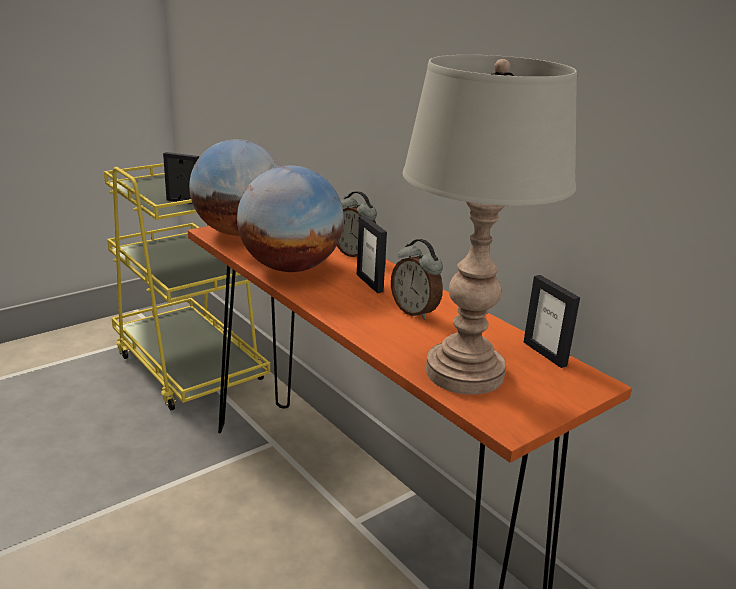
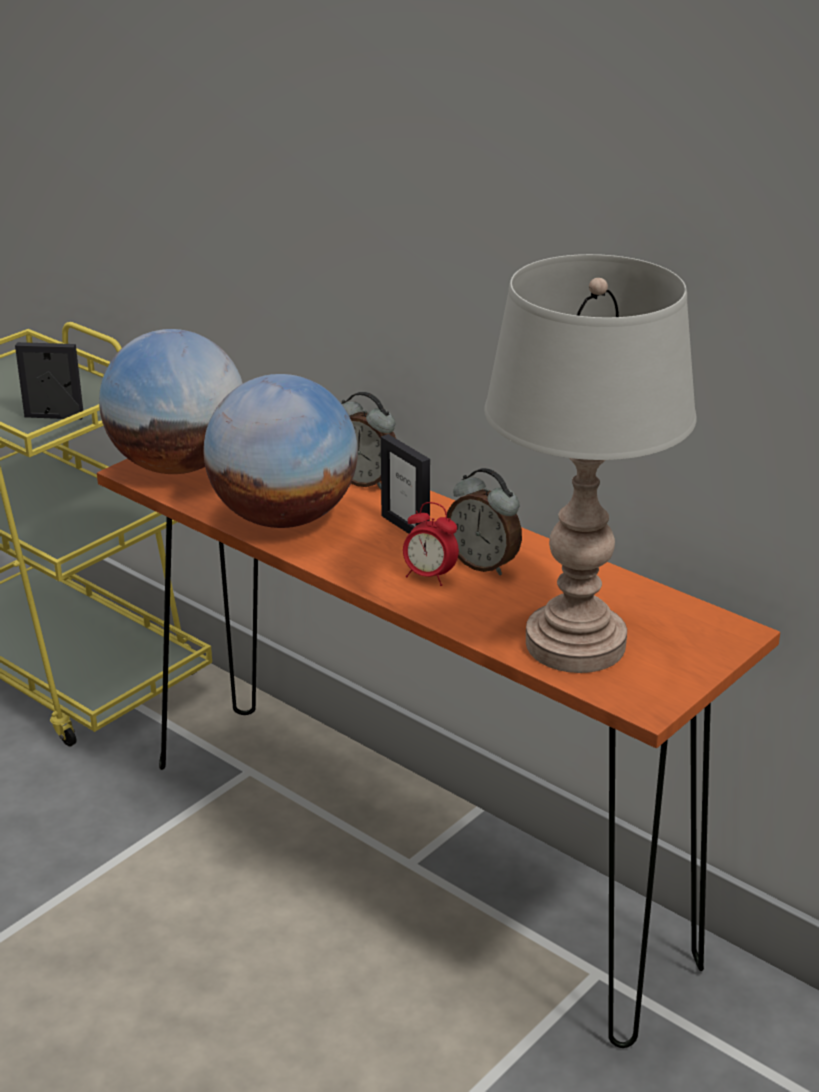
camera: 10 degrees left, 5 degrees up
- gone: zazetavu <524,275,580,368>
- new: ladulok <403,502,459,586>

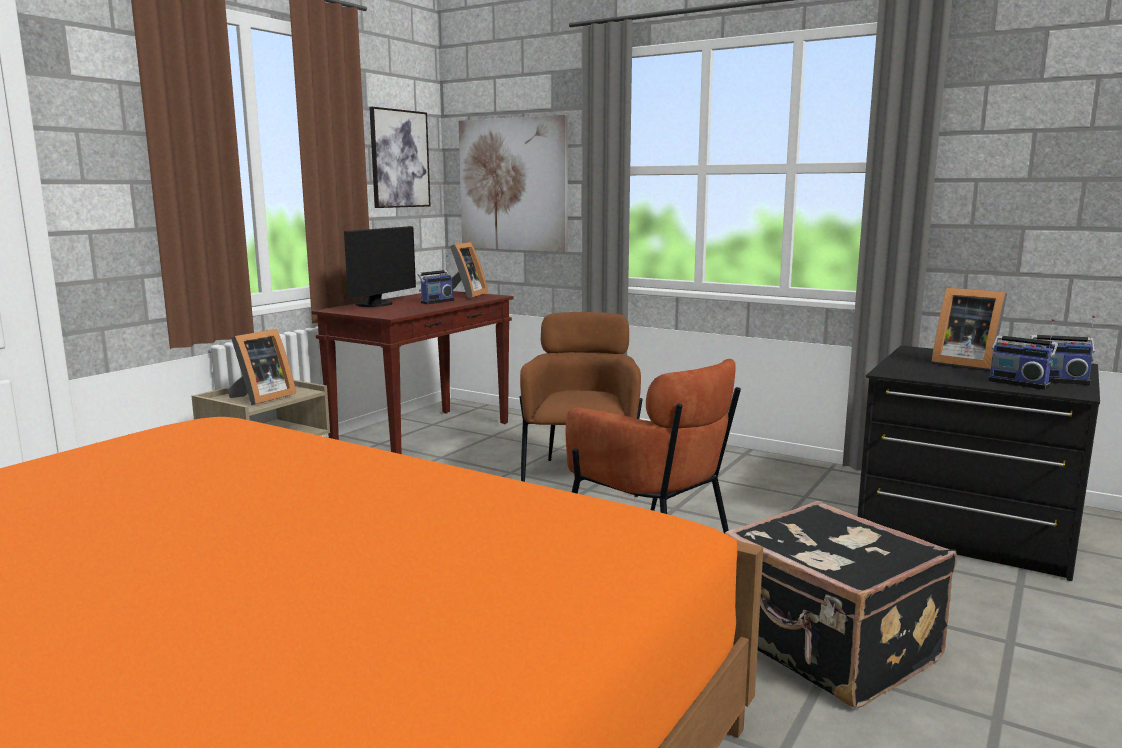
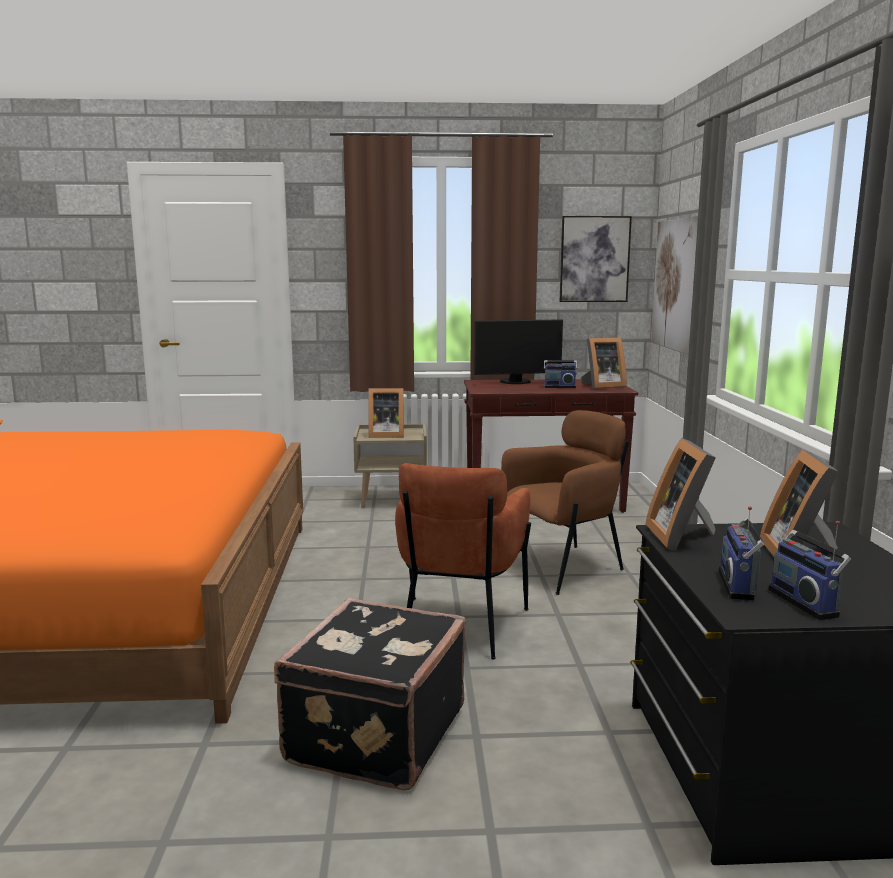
camera: 55 degrees right, 0 degrees up
- new: zazetavu <646,438,716,551>

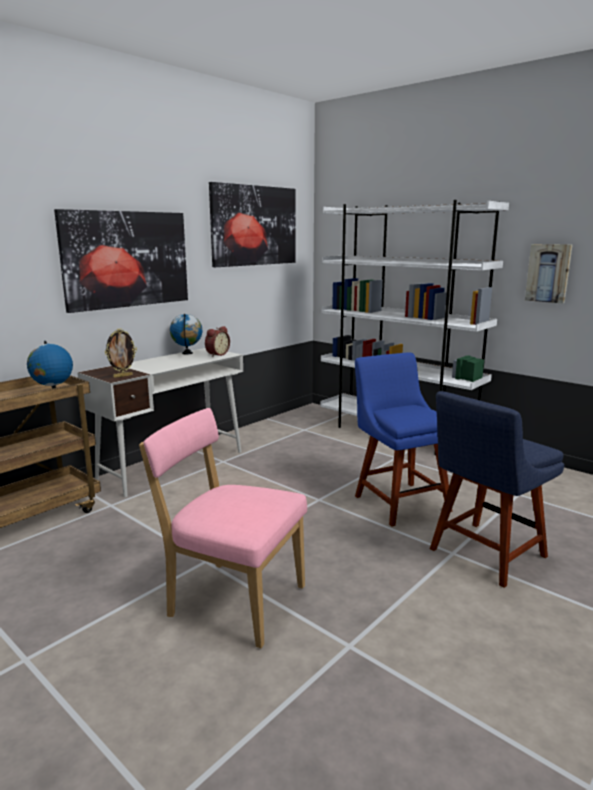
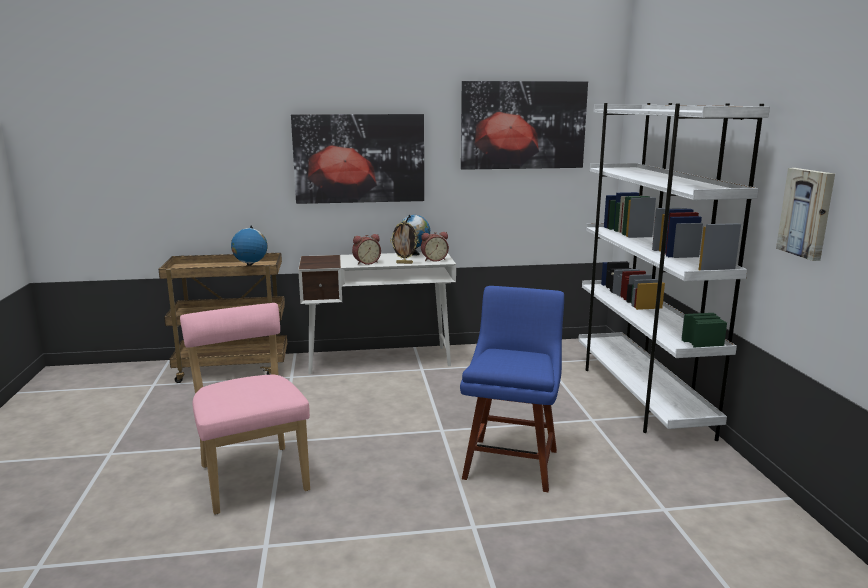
camera: 40 degrees right, 0 degrees up
- shifted: zazetavu <105,329,137,378> to <390,221,419,264>
- gone: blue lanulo <430,391,564,588>
- new: ladulok <352,234,381,265>

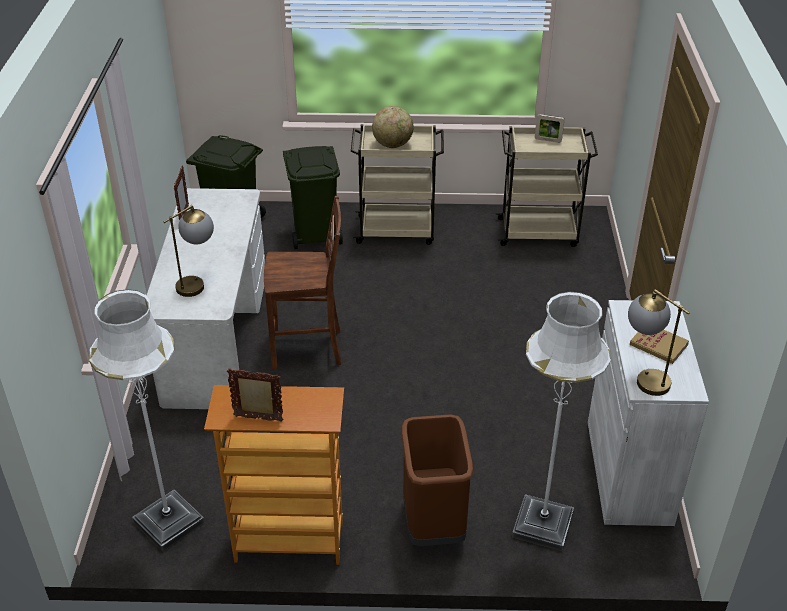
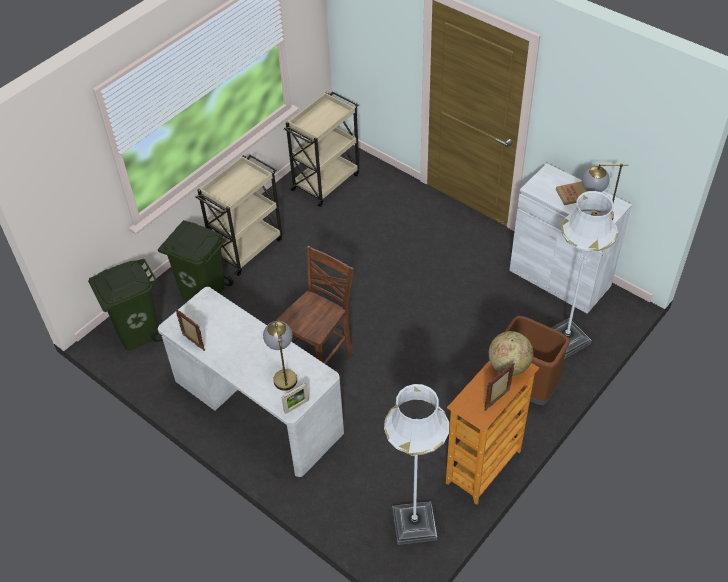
camera: 50 degrees left, 10 degrees up
- shifted: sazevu <372,106,414,148> to <489,331,533,376>
- shifted: zazetavu <535,114,564,143> to <282,383,309,414>

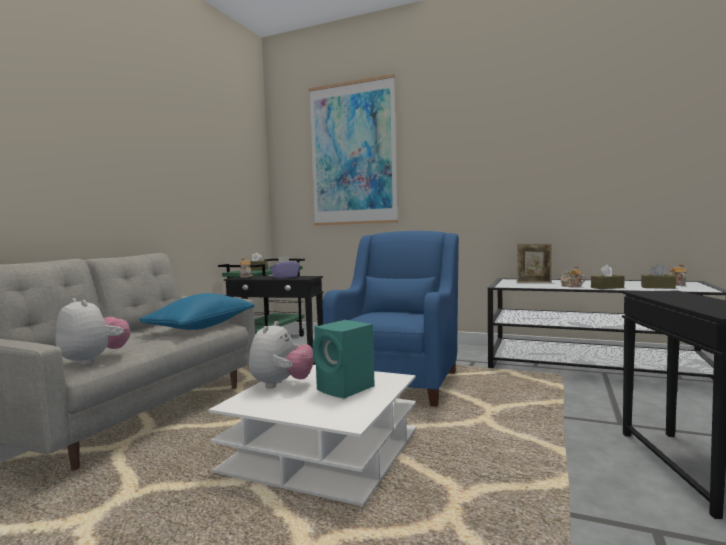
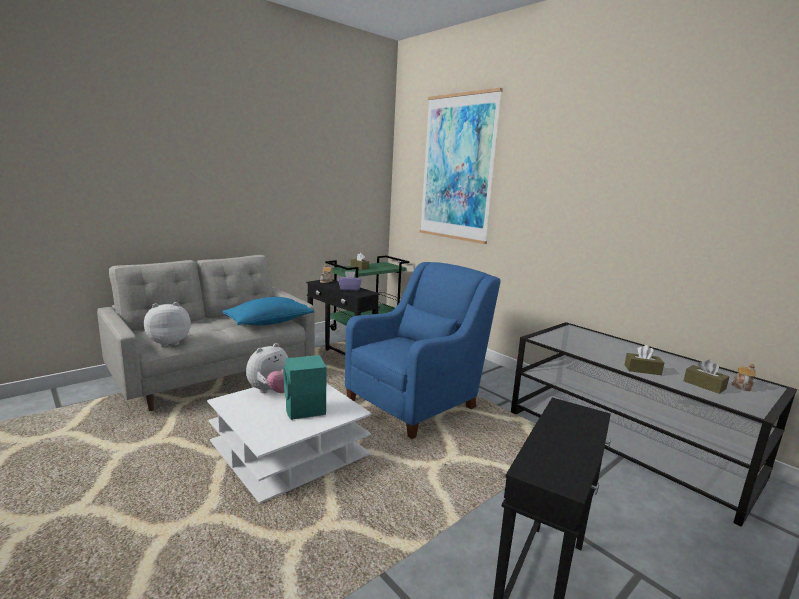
camera: 25 degrees right, 10 degrees up
- rotated: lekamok <56,298,131,365> = <144,302,191,347> 90 degrees counterclockwise
- gone: zazetavu <517,244,552,283>
- gone: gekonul <560,265,586,287>

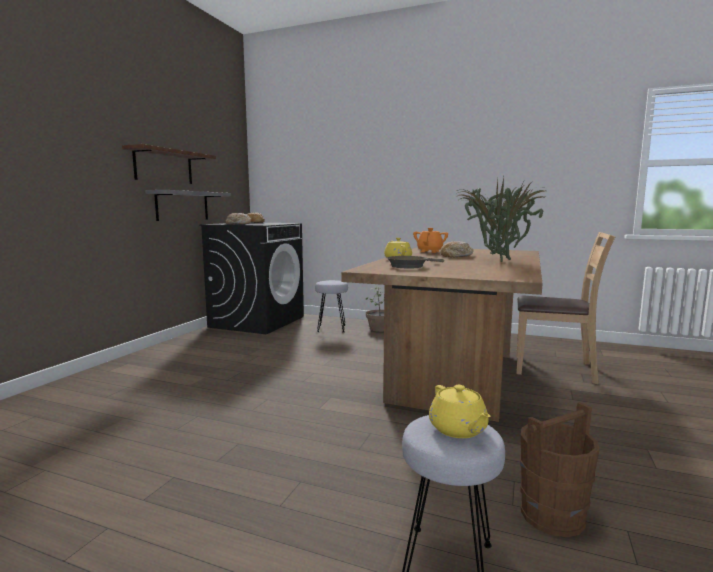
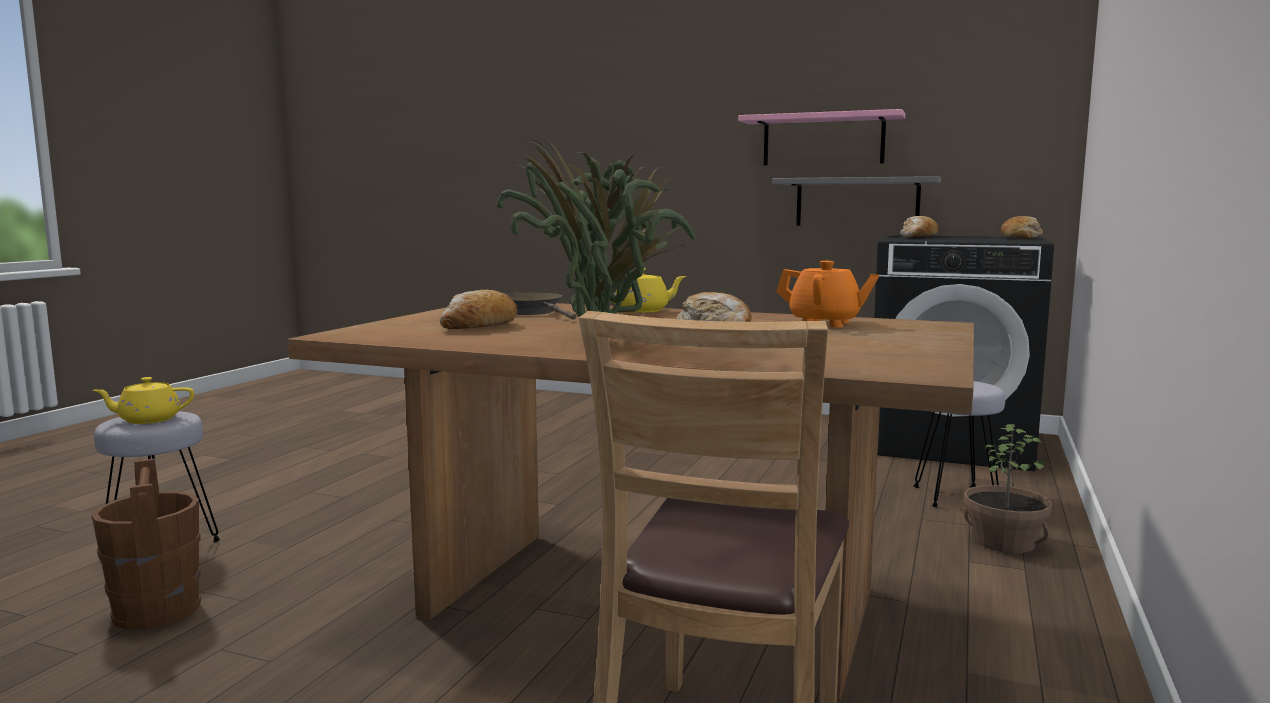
camera: 90 degrees right, 0 degrees up
- repainted: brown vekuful <122,144,216,184> to pink vekuful <738,109,905,165>
- new: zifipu <439,290,517,329>

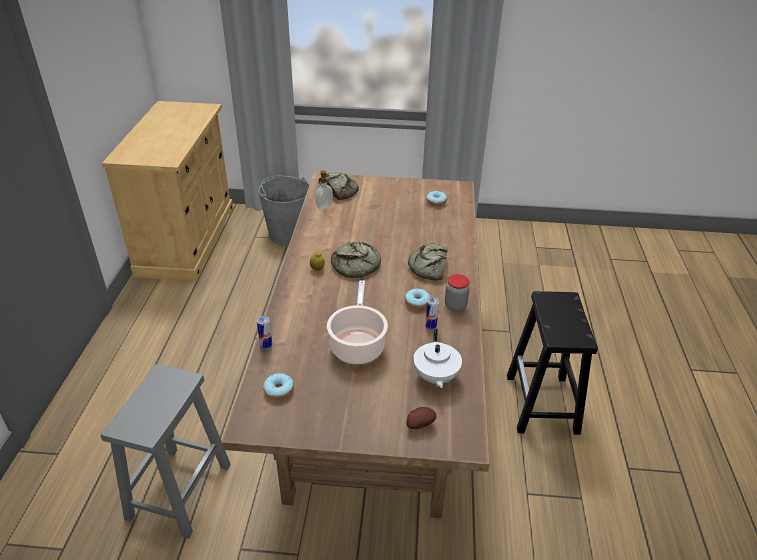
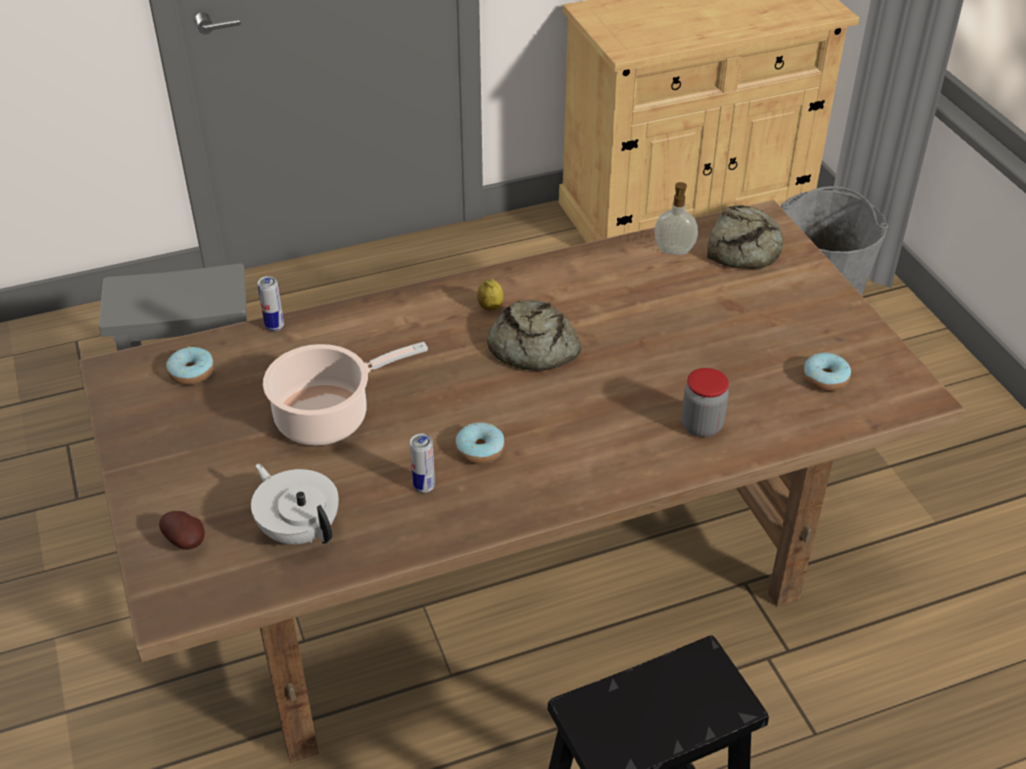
camera: 65 degrees right, 5 degrees up
- gone: zifipu <408,243,447,281>
- rotated: white gekonul <413,329,462,388> = <251,464,339,545> 75 degrees clockwise
- shifted: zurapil <445,274,470,312> to <682,368,729,437>

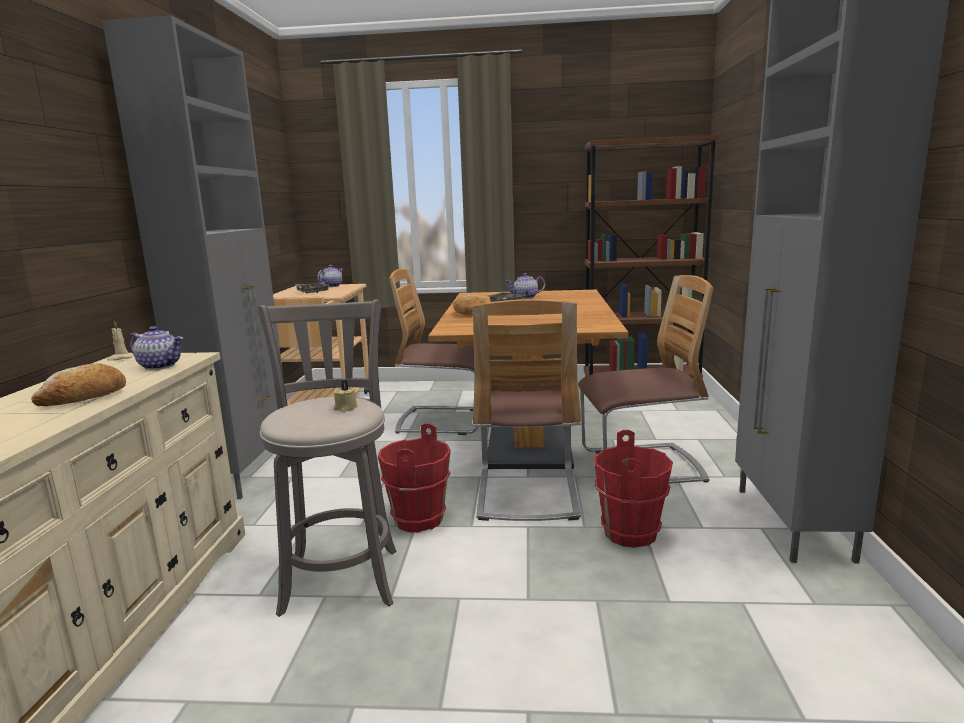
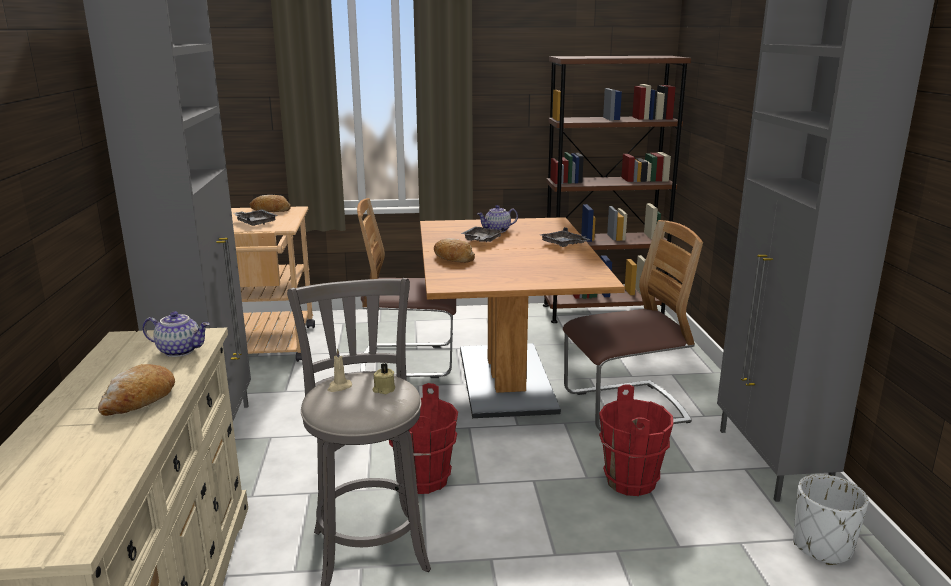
camera: 10 degrees left, 5 degrees up
- shifted: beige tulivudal <107,321,134,361> to <327,349,352,392>
- swapped: gekonul <317,265,343,287> to zifipu <250,195,291,212>
- gone: lanulo <473,299,581,521>
- new: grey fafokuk <540,227,591,247>
- new: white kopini <793,474,869,565>

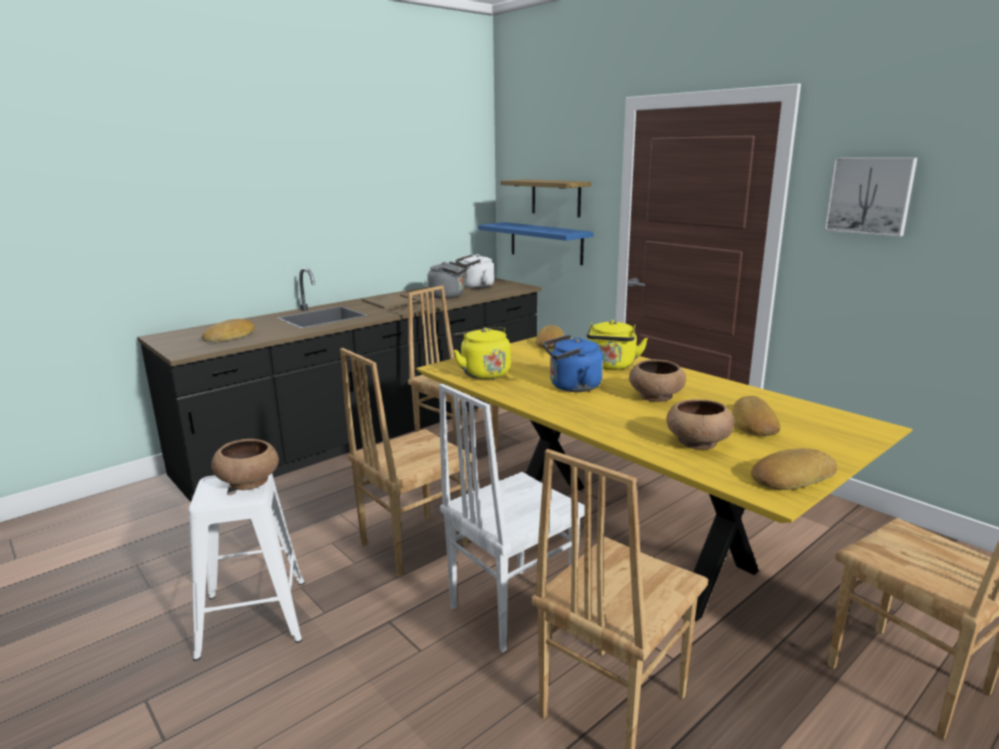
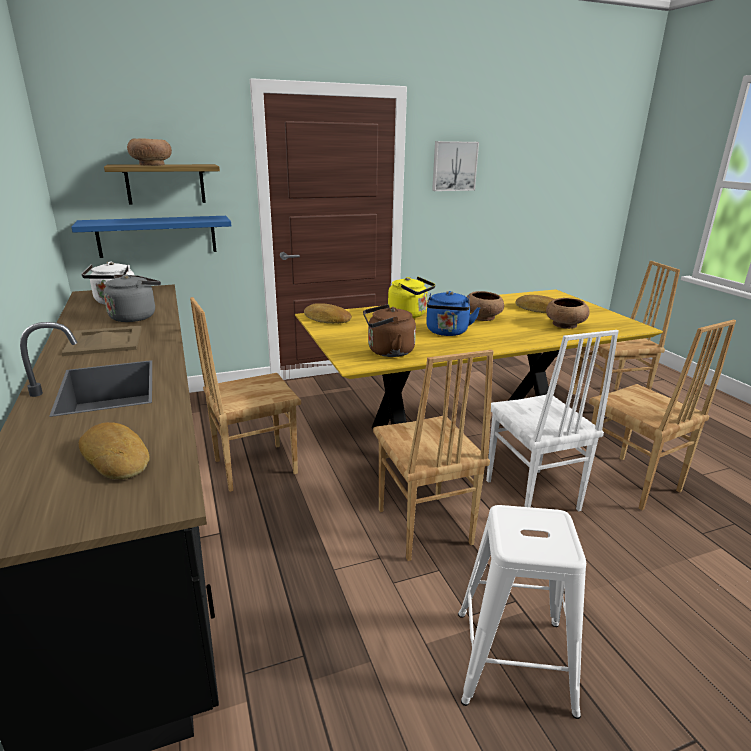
camera: 70 degrees left, 5 degrees up
- shifted: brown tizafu <211,439,279,490> to <127,139,172,166>
- repainted: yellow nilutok <453,327,511,379> to brown nilutok <363,304,416,357>
- gone: zifipu <751,448,837,490>

